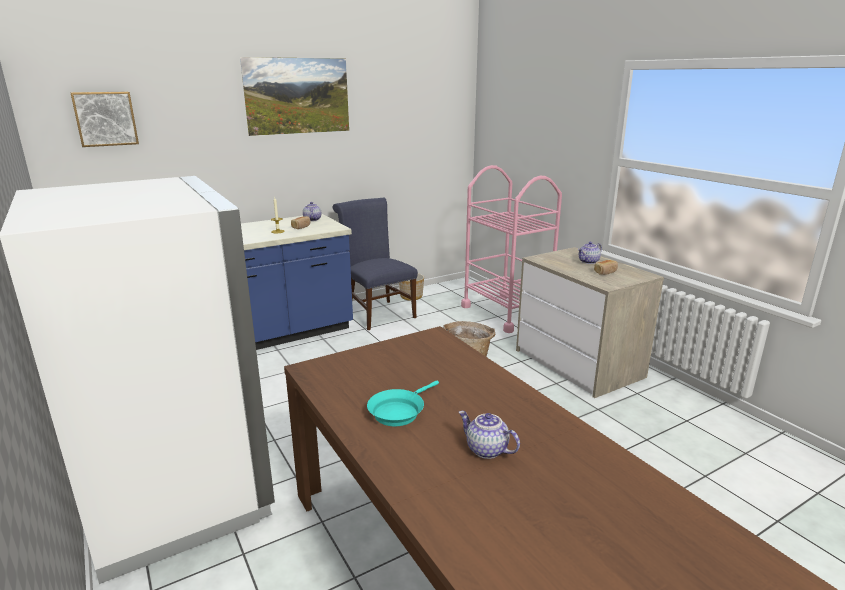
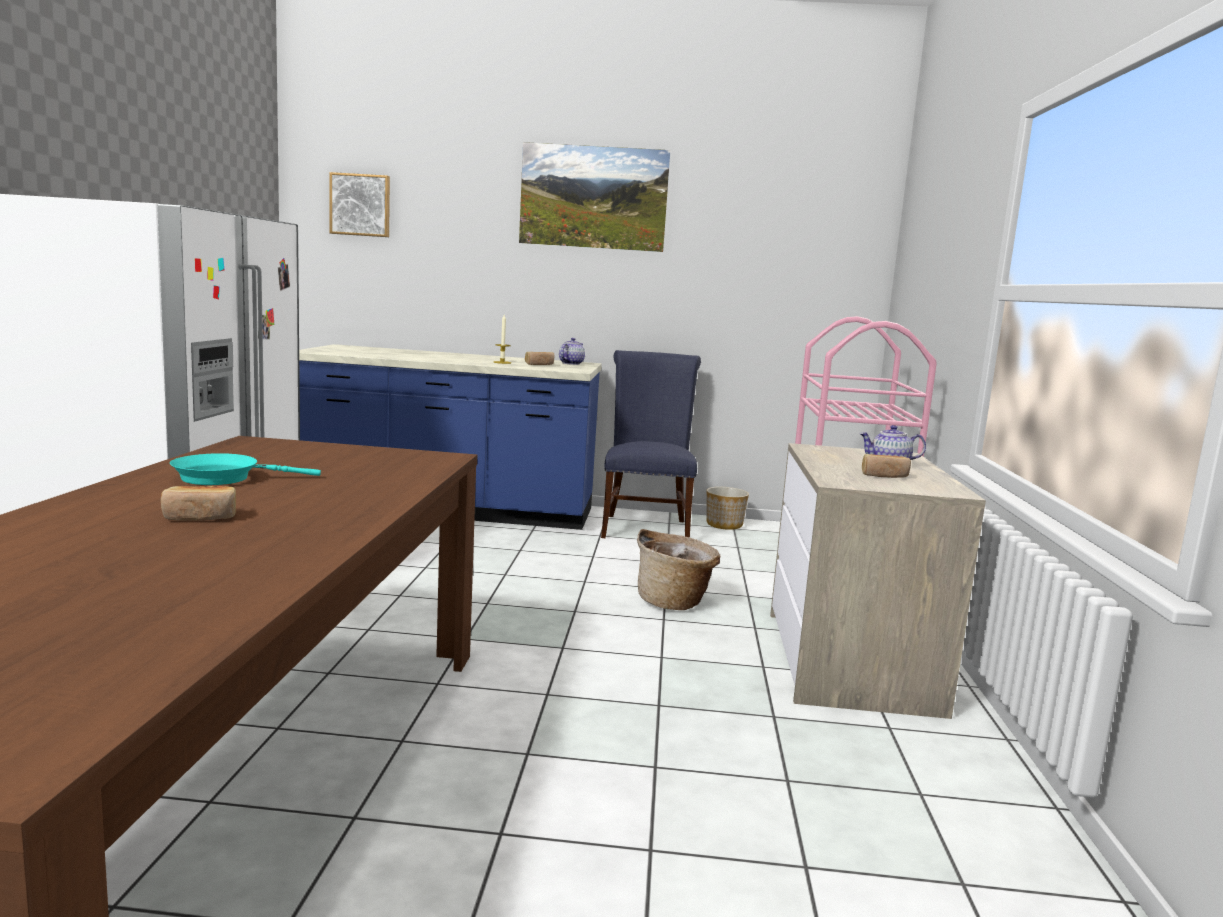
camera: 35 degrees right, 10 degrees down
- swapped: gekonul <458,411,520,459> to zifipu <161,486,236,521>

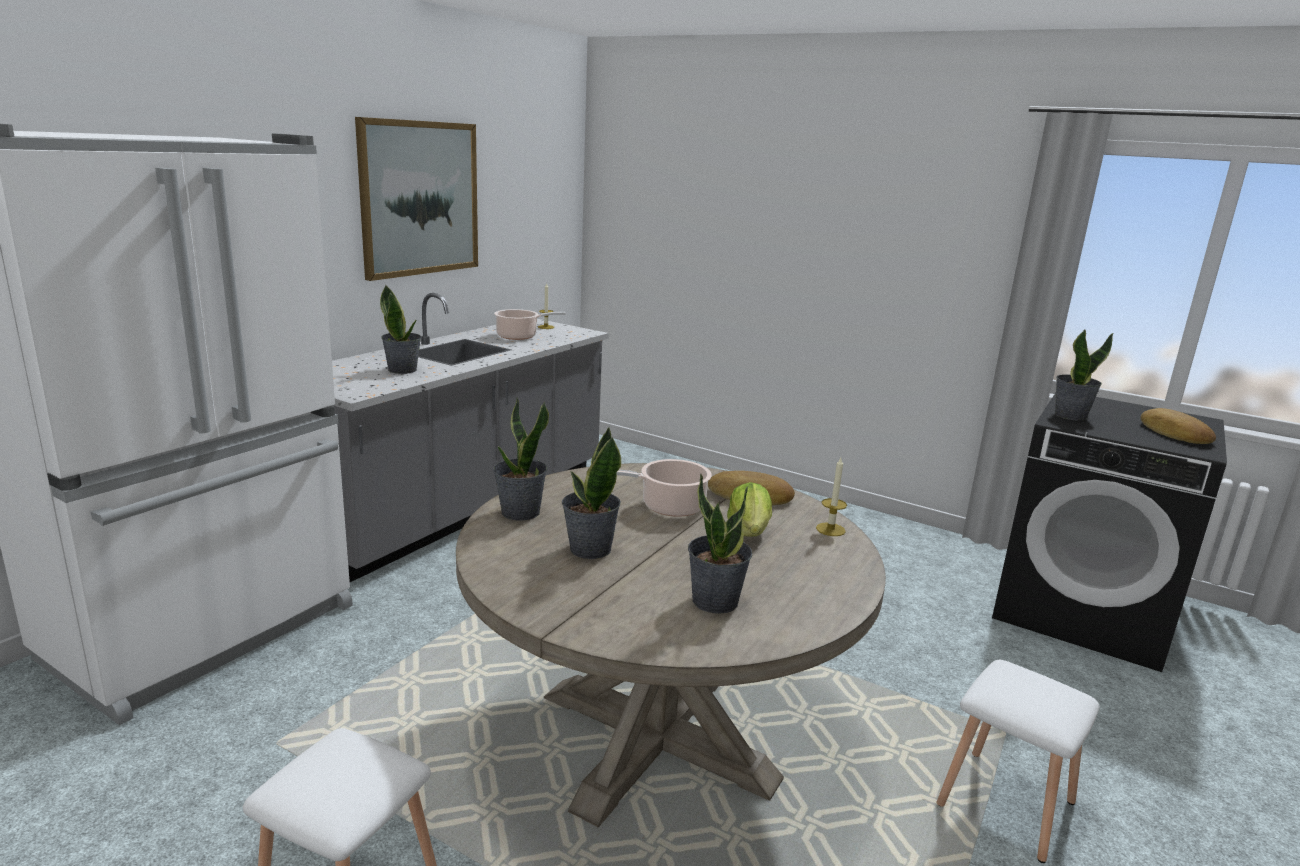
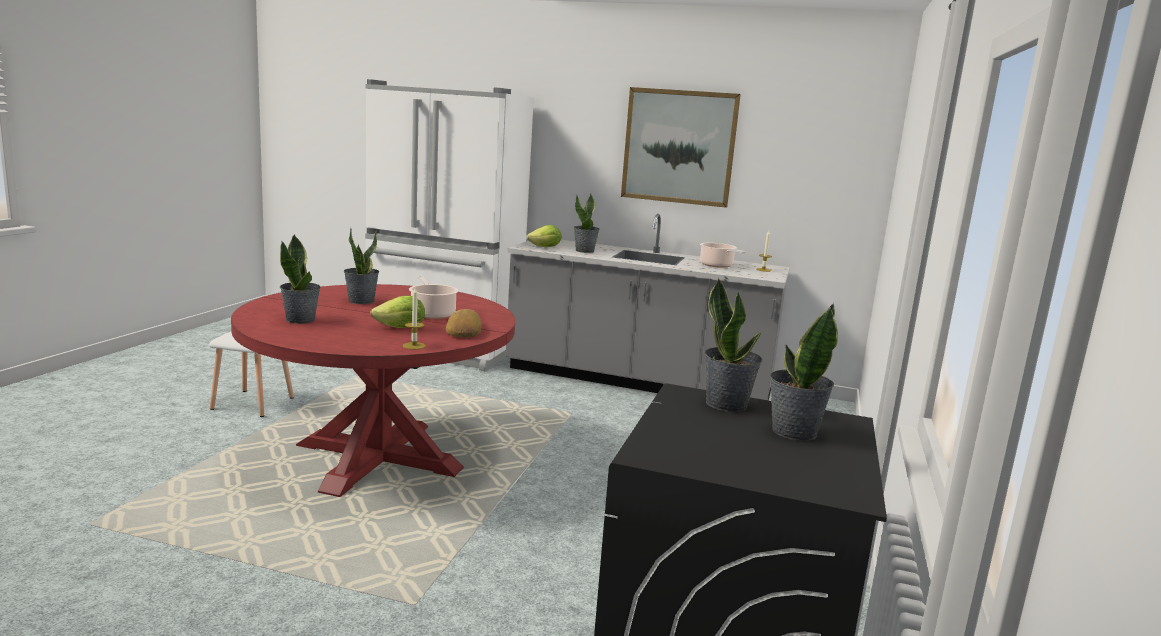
camera: 75 degrees right, 5 degrees down
- repainted: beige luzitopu <456,463,886,827> to red luzitopu <231,284,515,497>
- shifted: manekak <493,398,549,520> to <769,303,838,441>
- gone: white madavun <937,660,1100,863>
- gone: zifipu <1141,408,1216,444>
- new: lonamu <527,225,561,247>

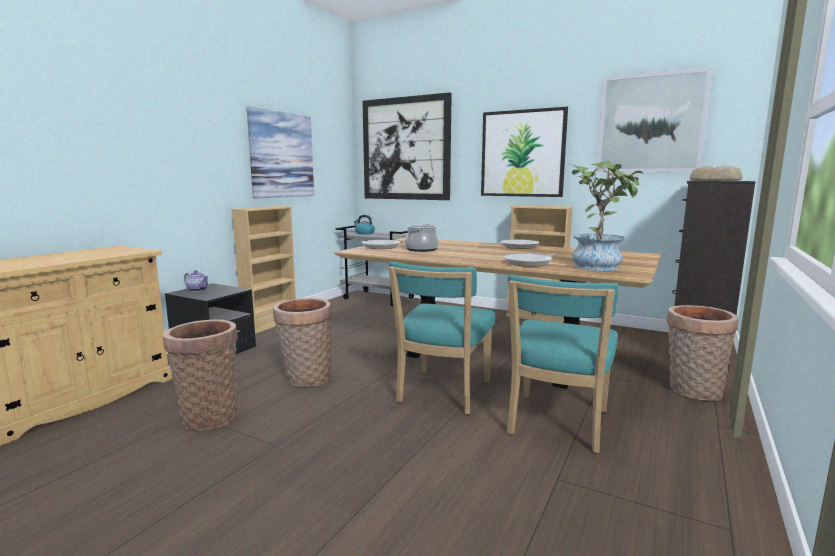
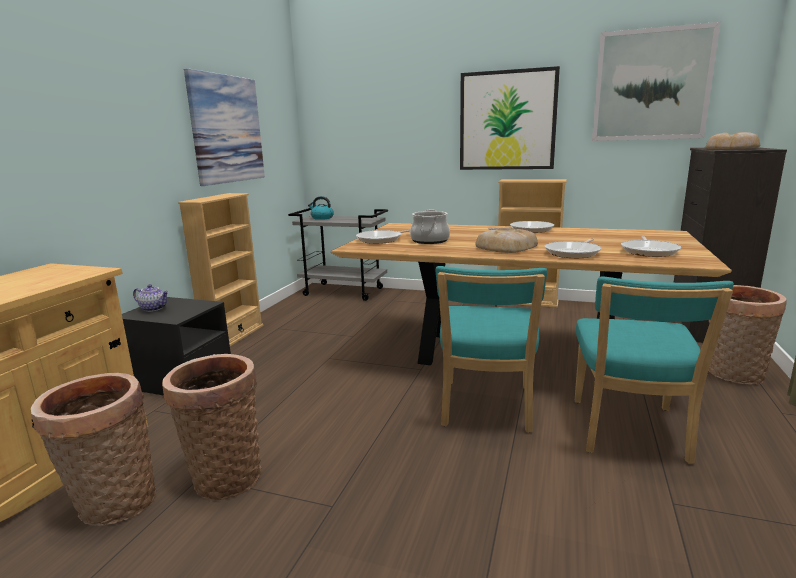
camera: 10 degrees left, 5 degrees up
- shifted: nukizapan <273,298,332,387> to <31,373,156,526>
- gone: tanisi <363,92,452,200>
- swapped: manekak <568,161,643,271> to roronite <621,236,681,257>
- new: zifipu <475,228,538,253>

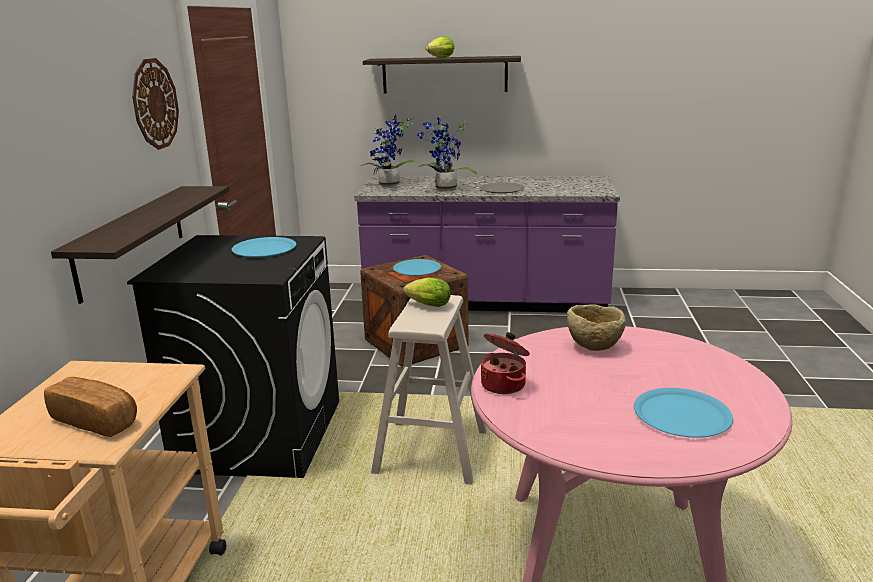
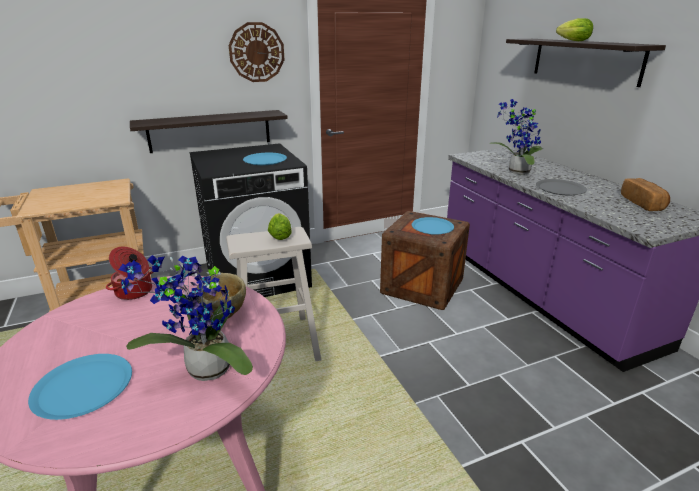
camera: 60 degrees right, 5 degrees up
- shifted: zifipu <44,377,137,437> to <621,178,670,211>
- shifted: manekak <359,115,419,187> to <119,255,253,381>

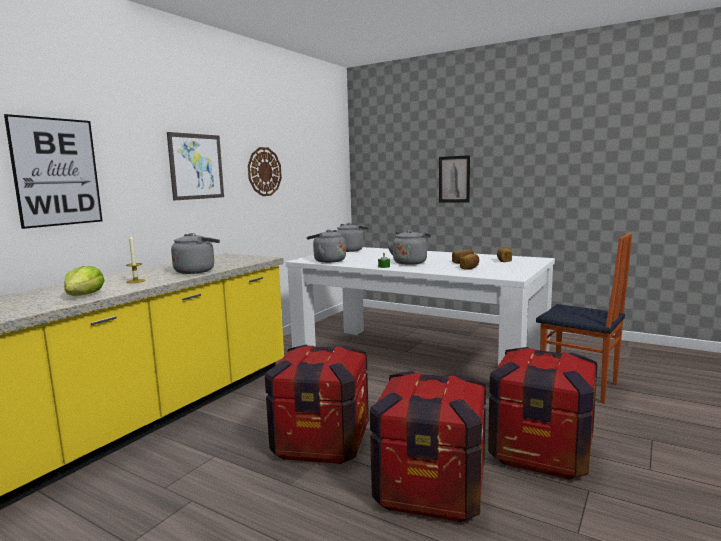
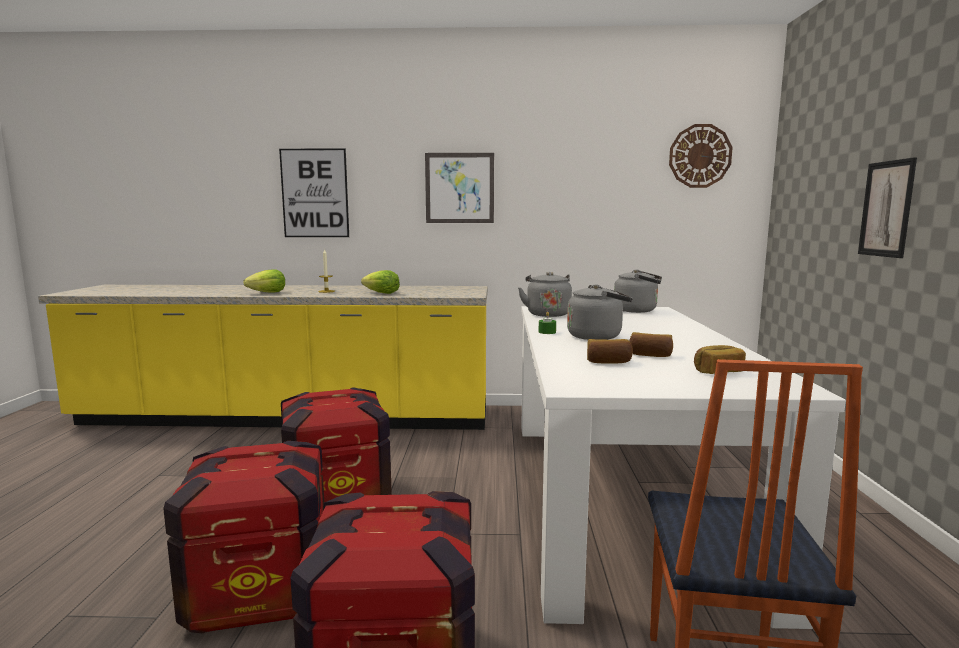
camera: 60 degrees right, 0 degrees up
- swapped: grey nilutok <171,233,220,274> to lonamu <361,270,400,294>
- shifted: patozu <248,147,282,196> to <669,124,733,188>

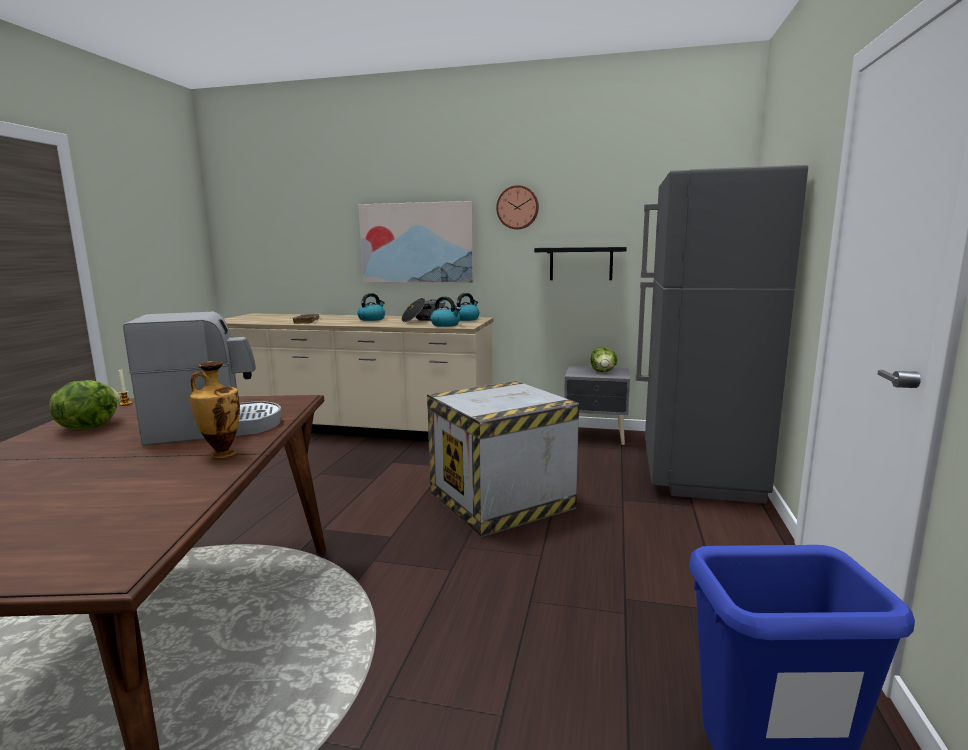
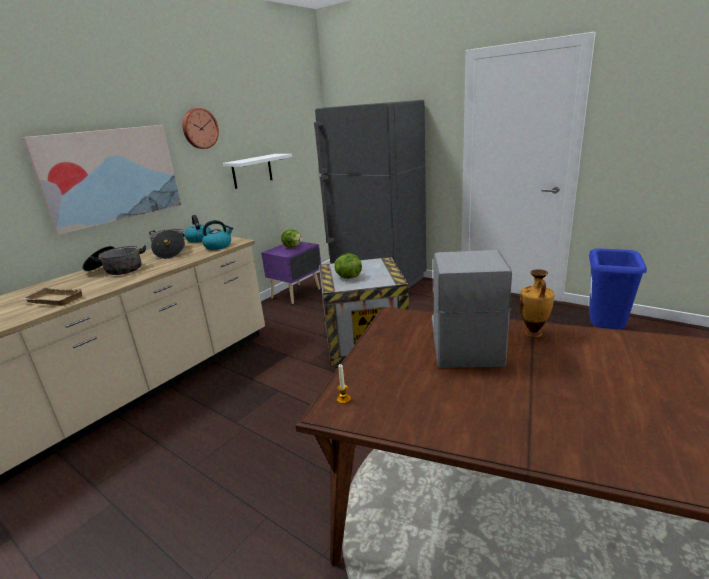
camera: 65 degrees left, 10 degrees up
- shifted: lonamu <49,380,121,430> to <334,253,362,279>
- swapped: nilutok <357,293,385,321> to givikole <83,245,146,275>
- repainted: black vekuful <534,247,627,280> to white vekuful <222,154,292,189>
- repainted: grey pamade <564,366,630,445> to purple pamade <261,242,321,304>

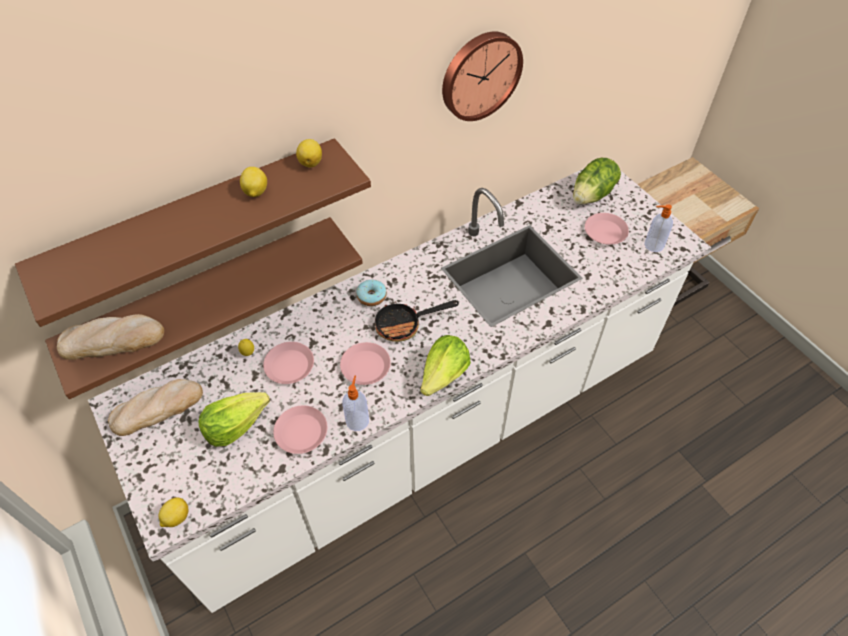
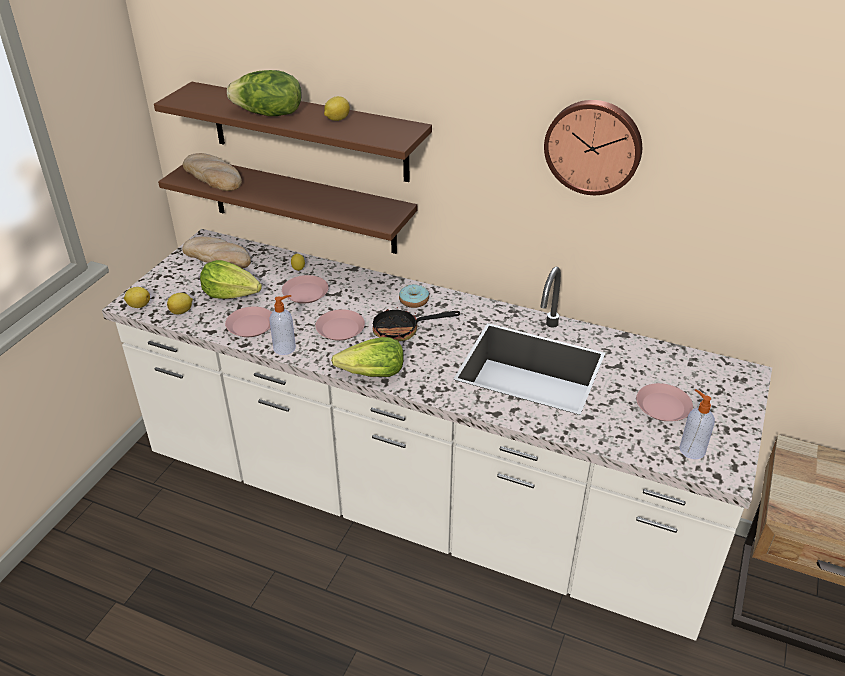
camera: 55 degrees right, 15 degrees down
- shifted: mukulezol <296,139,322,167> to <167,293,193,314>
- rotated: roronite <375,296,459,342> = <373,306,460,341> 45 degrees counterclockwise
- shifted: lonamu <573,158,621,204> to <227,70,302,116>

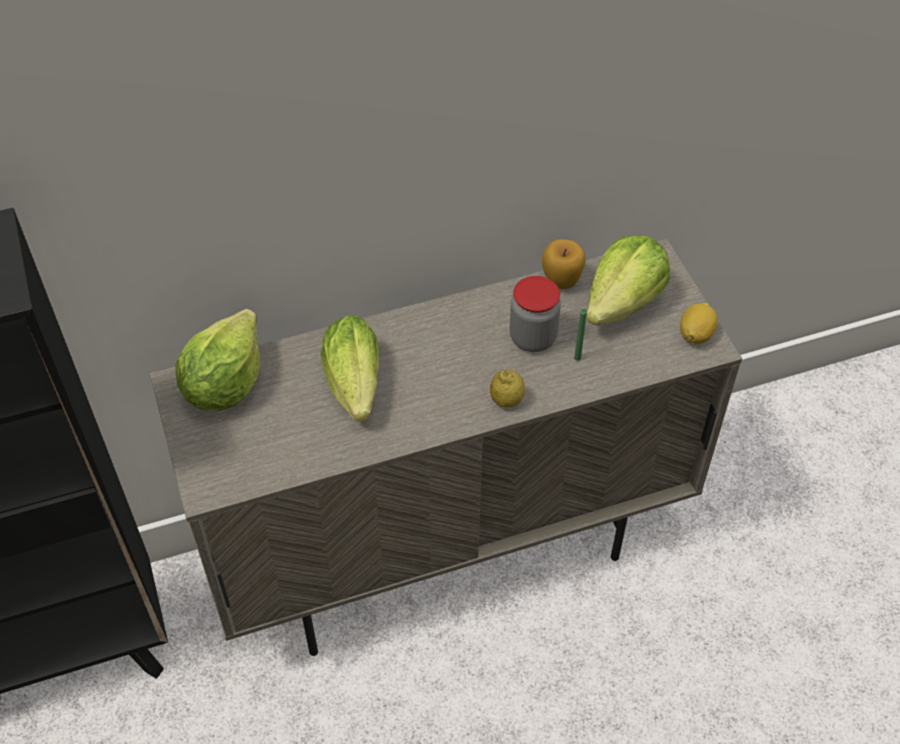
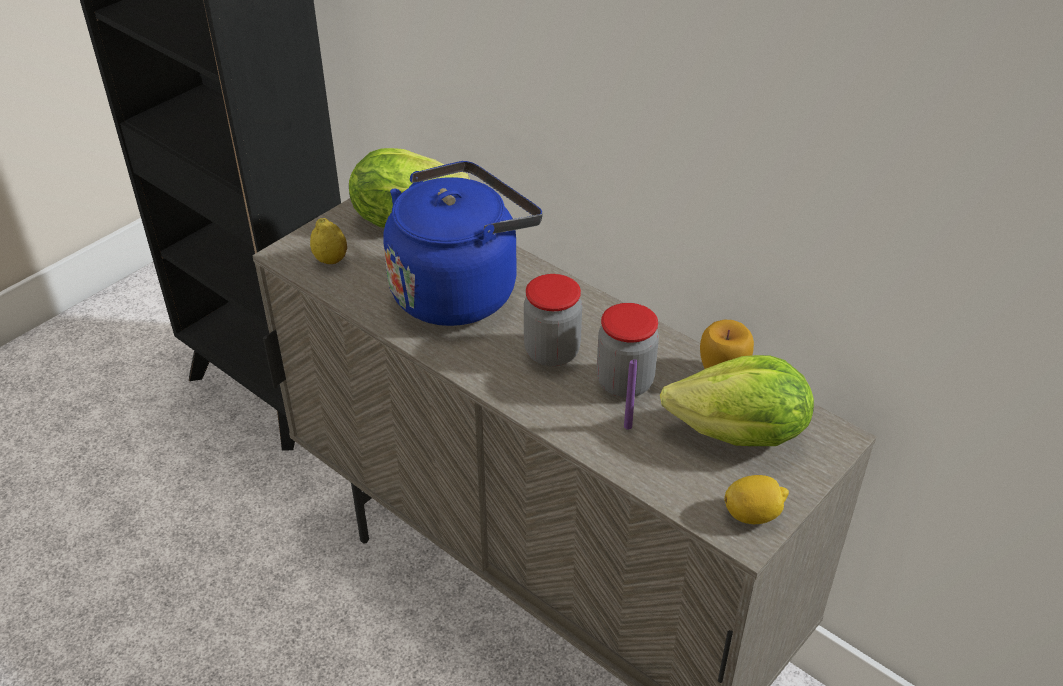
camera: 60 degrees right, 10 degrees down
- swapped: lonamu <321,316,379,422> to blue nilutok <383,161,543,326>
- shifted: mukulezol <490,370,525,408> to <310,218,347,264>
- repainted: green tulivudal <574,309,587,361> to purple tulivudal <624,359,637,430>
- new: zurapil <524,274,582,367>

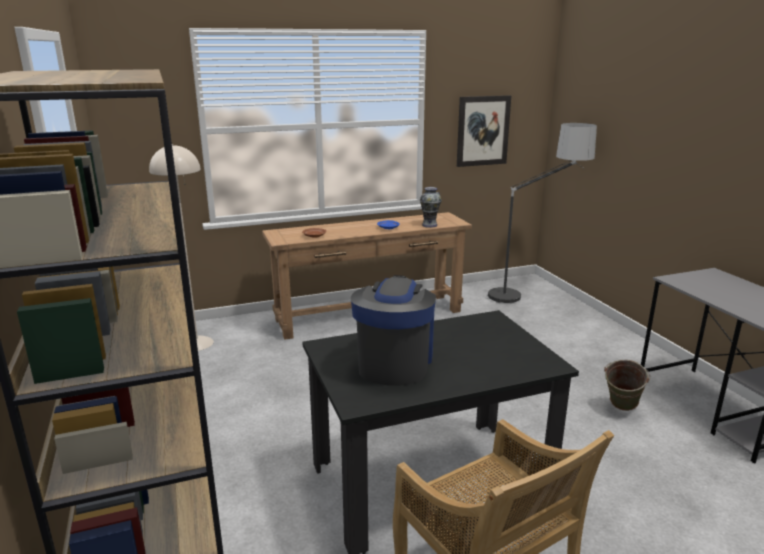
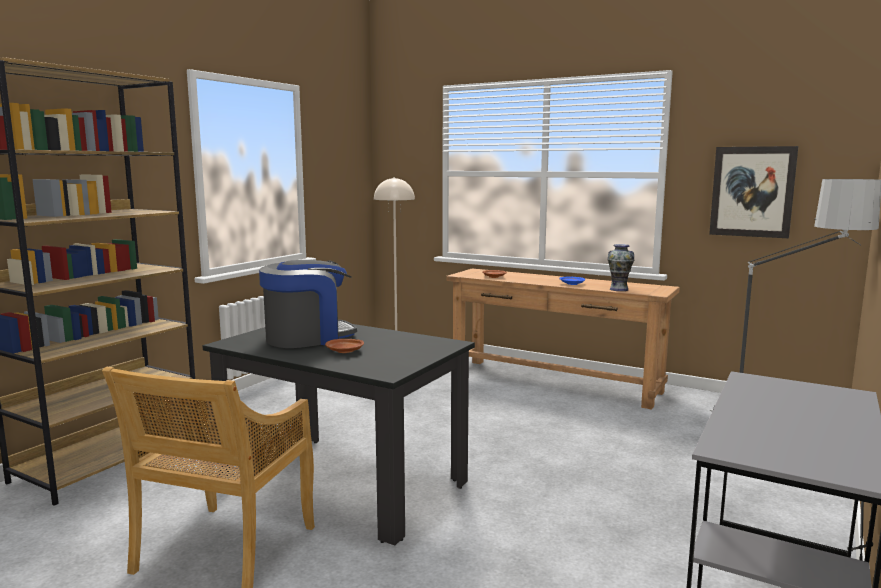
camera: 50 degrees right, 10 degrees down
- gone: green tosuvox <604,360,650,411>
- new: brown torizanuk <325,339,364,353>

